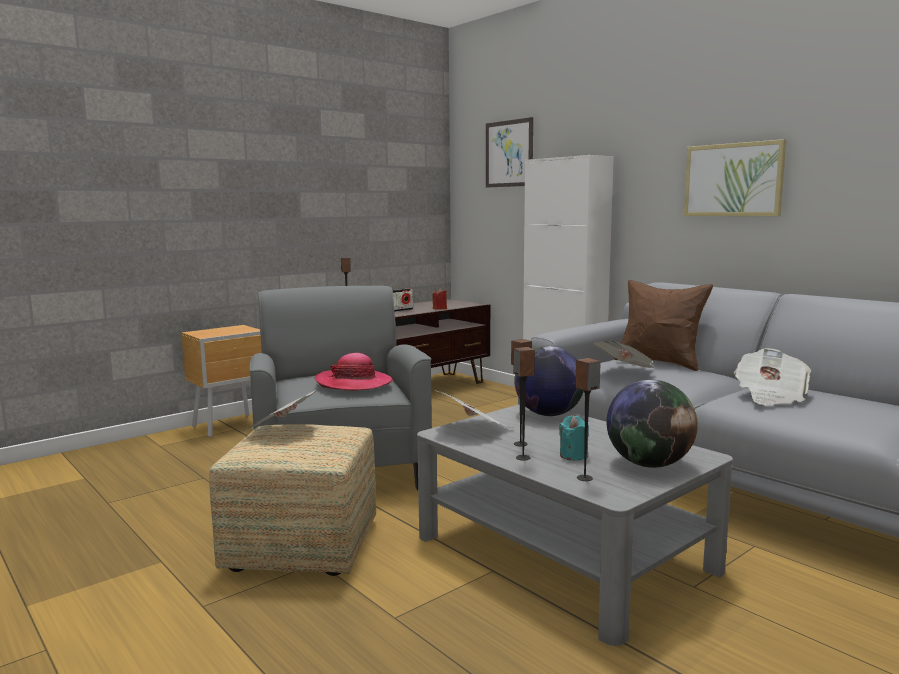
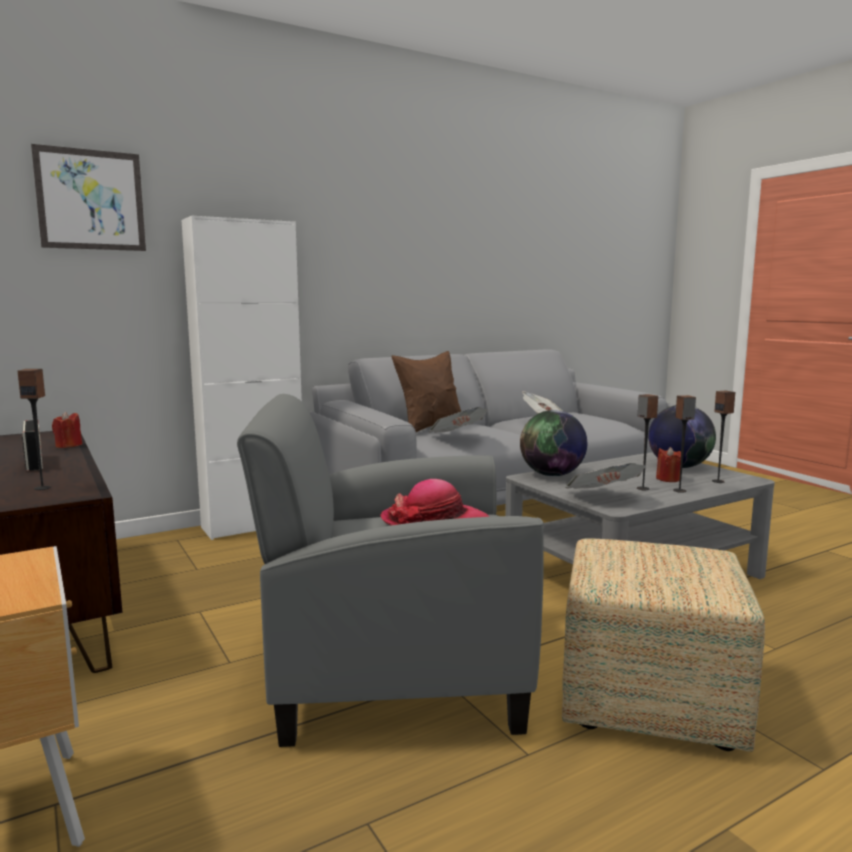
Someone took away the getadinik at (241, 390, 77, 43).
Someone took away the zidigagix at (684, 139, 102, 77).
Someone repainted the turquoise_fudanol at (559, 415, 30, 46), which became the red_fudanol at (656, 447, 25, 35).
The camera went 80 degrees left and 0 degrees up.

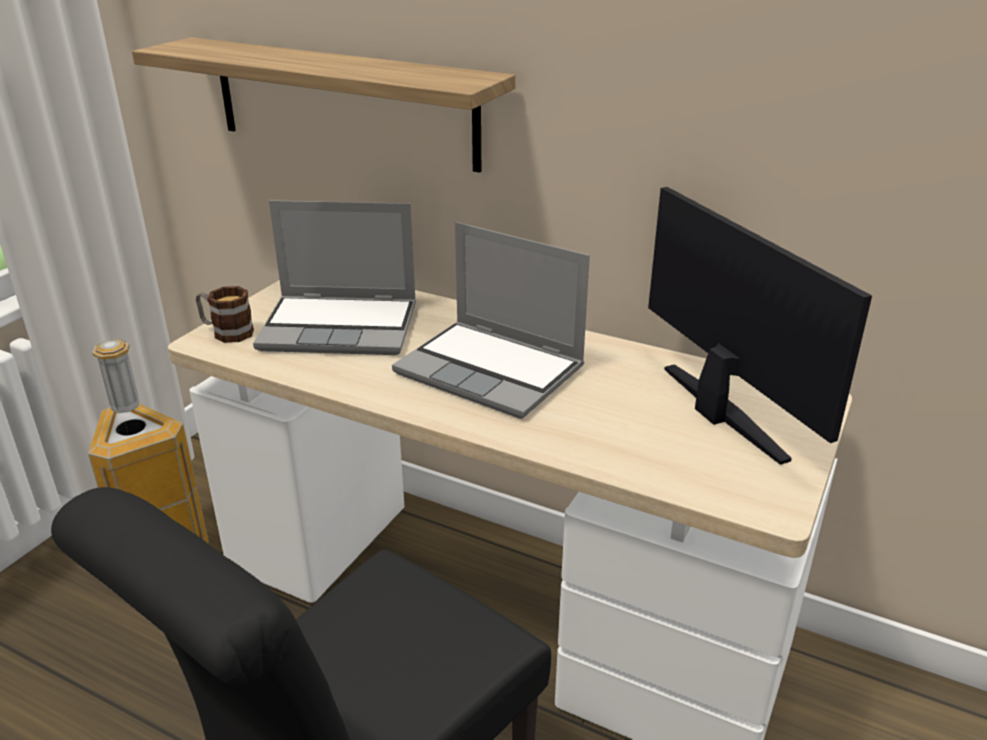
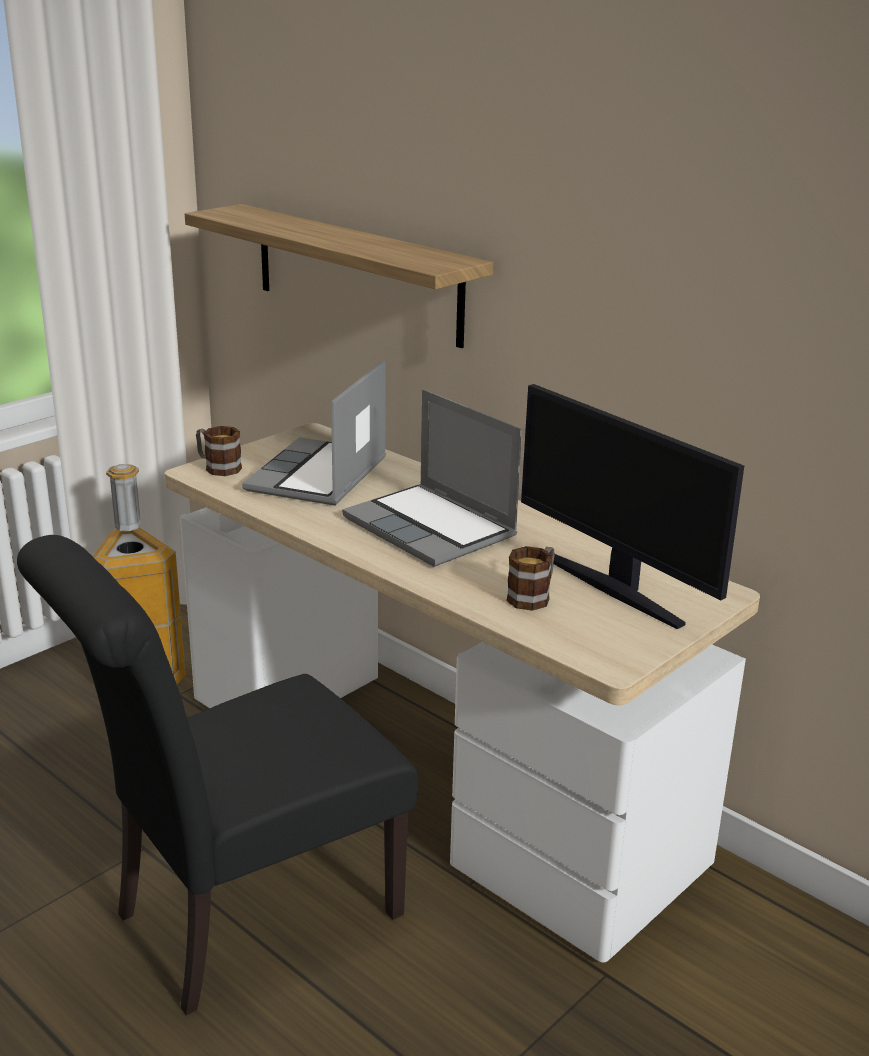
Someone put down the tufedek at (506, 546, 49, 65).
Someone rotated the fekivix at (253, 200, 163, 155) by 90 degrees clockwise.
Someone rotated the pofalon at (648, 187, 224, 278) by 150 degrees clockwise.
The camera went 15 degrees right and 5 degrees down.

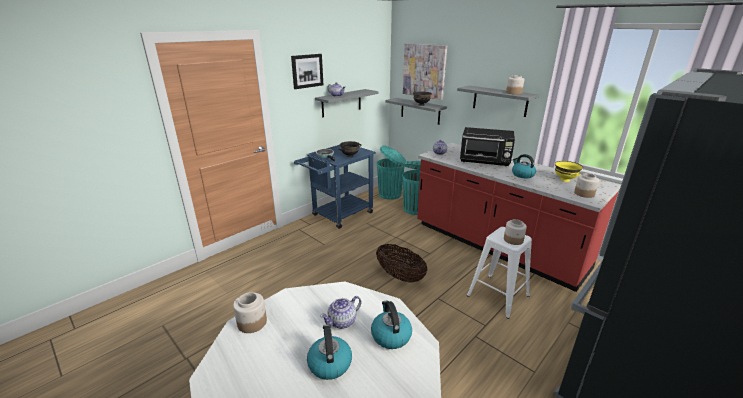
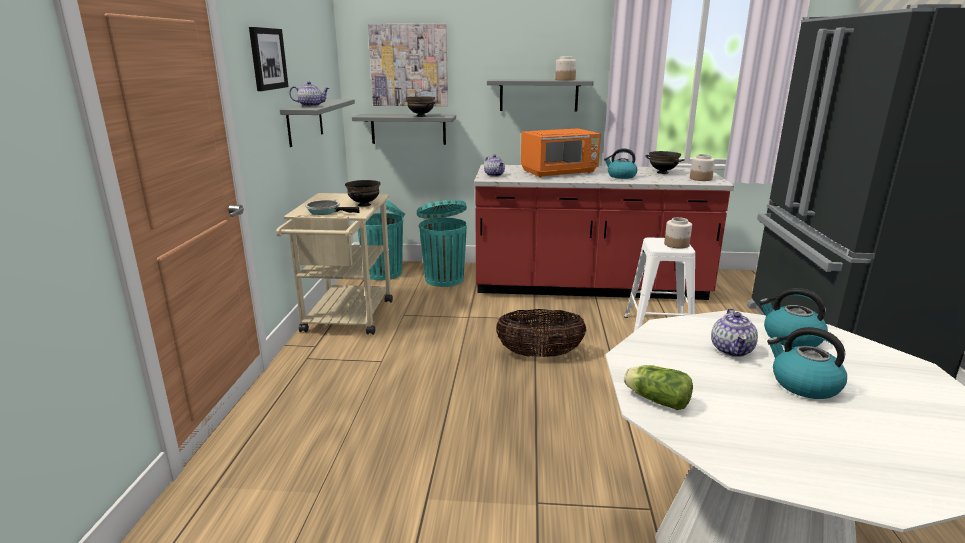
Someone swapped the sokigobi at (233, 292, 34, 41) for the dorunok at (624, 365, 69, 45).
Someone repainted the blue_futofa at (294, 145, 82, 84), which became the beige_futofa at (276, 193, 117, 142).
Someone repainted the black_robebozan at (460, 127, 55, 40), which became the orange_robebozan at (521, 128, 80, 50).
Someone repainted the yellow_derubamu at (555, 161, 28, 21), which became the black_derubamu at (645, 151, 40, 23).
The camera went 40 degrees left and 5 degrees down.

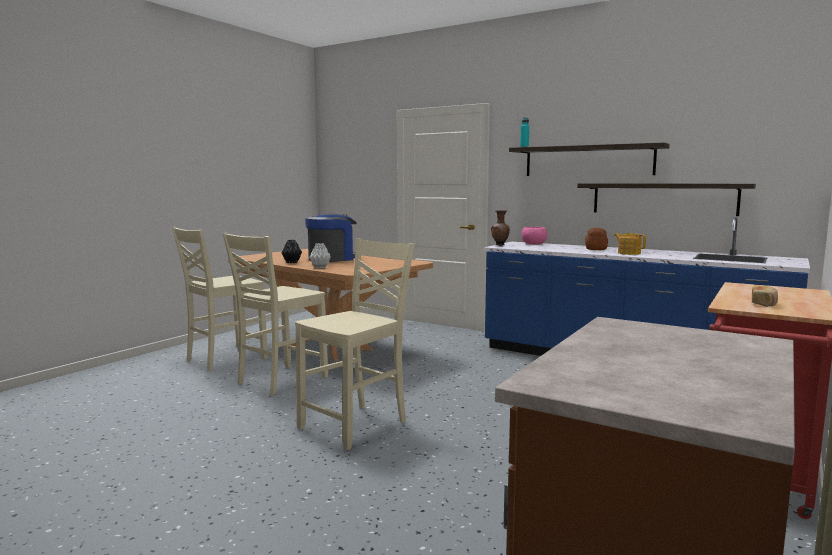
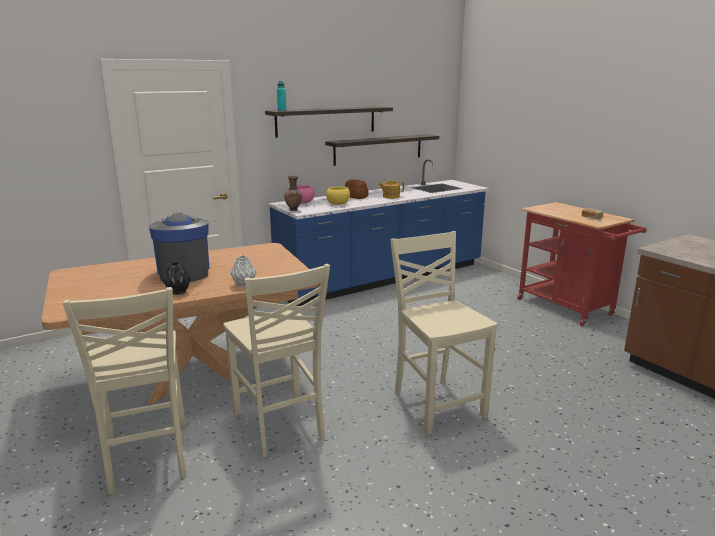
Someone put down the yellow_derubamu at (326, 187, 24, 18).
The camera went 65 degrees left and 10 degrees up.

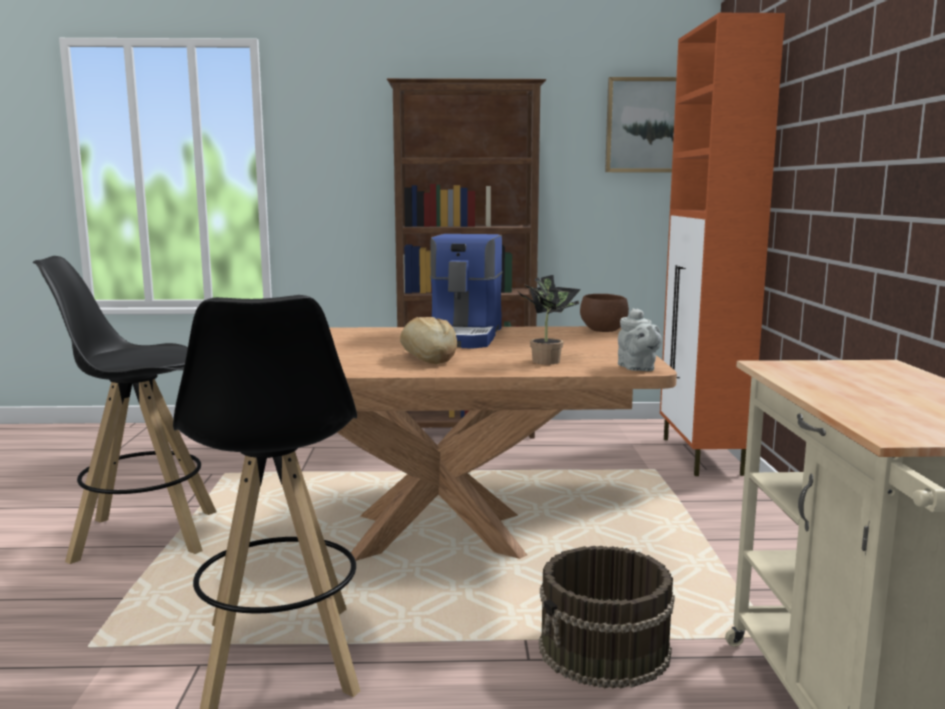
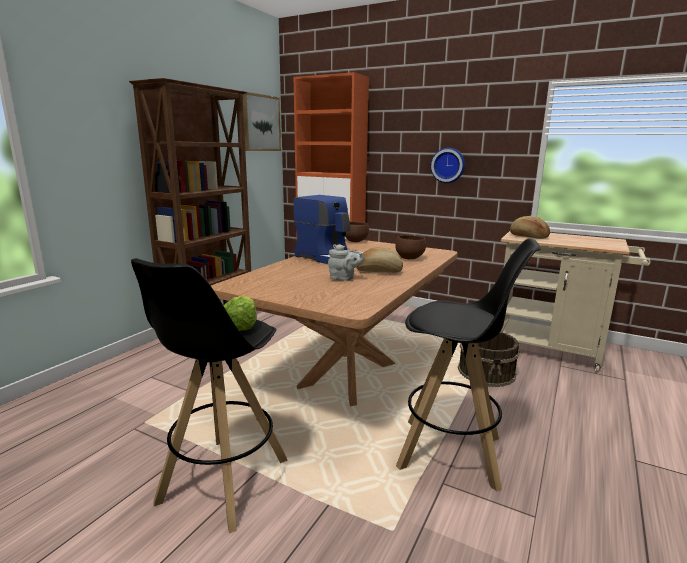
Someone put down the dorunok at (224, 296, 33, 35).
Someone put up the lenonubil at (431, 147, 34, 36).
Someone put down the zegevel at (510, 216, 40, 23).
Someone carried the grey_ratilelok from (618, 308, 44, 63) to (328, 244, 37, 37).
Someone swapped the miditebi at (519, 275, 62, 89) for the brown_derubamu at (395, 235, 31, 24).
The camera went 60 degrees left and 5 degrees up.

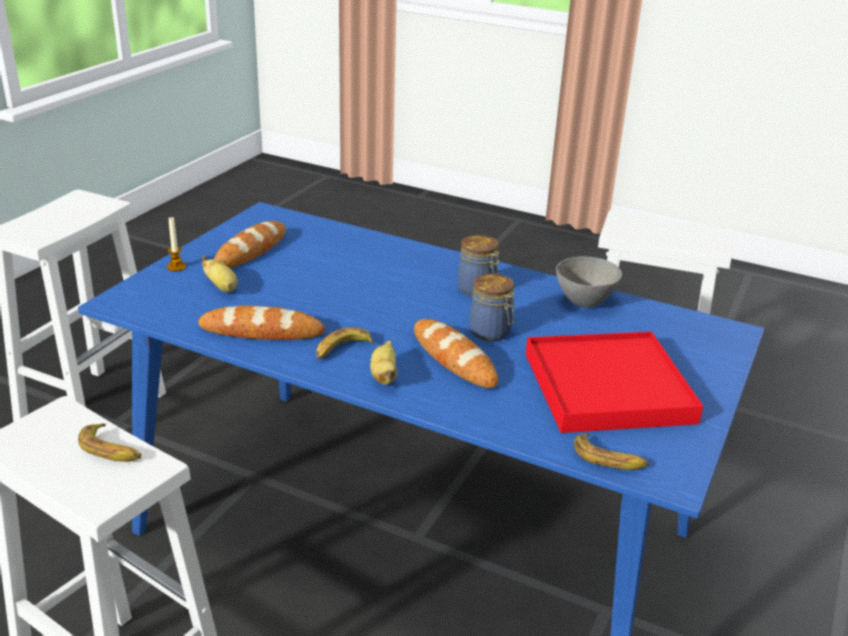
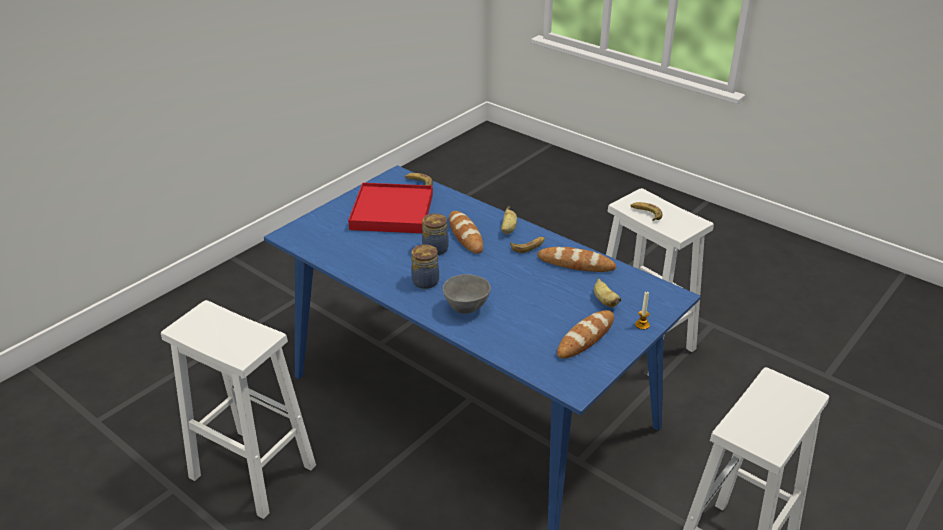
Someone carried the grey_derubamu from (556, 256, 66, 52) to (443, 274, 48, 40).
The camera went 165 degrees left and 5 degrees up.

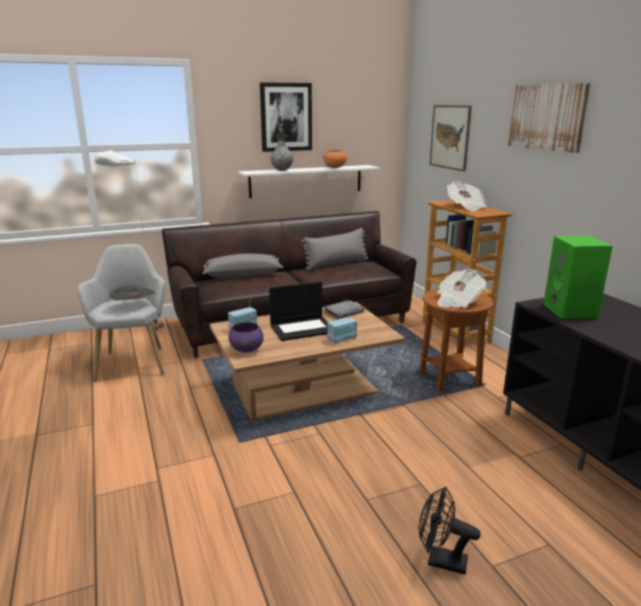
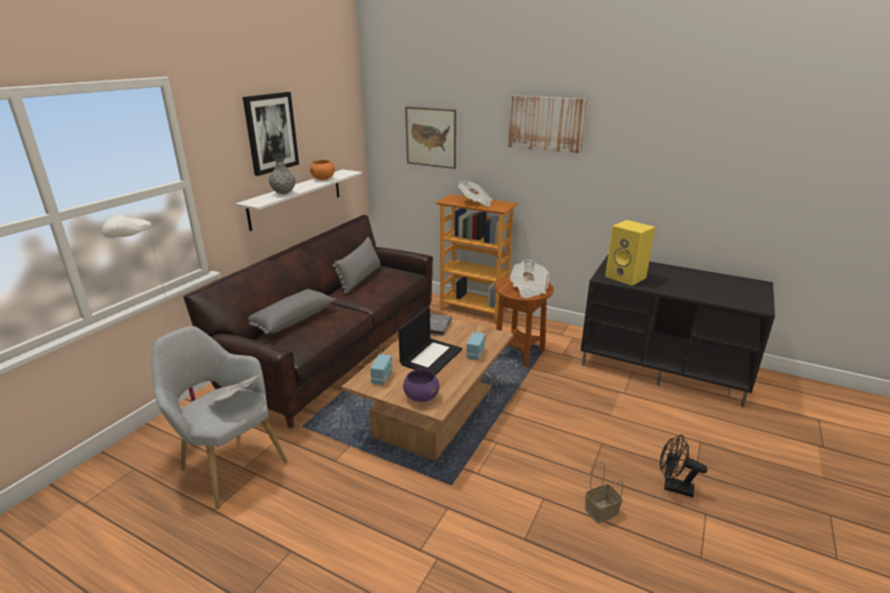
Someone put down the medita at (585, 462, 38, 61).
Someone repainted the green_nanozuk at (543, 235, 70, 84), which became the yellow_nanozuk at (605, 220, 50, 66).
Someone rotated the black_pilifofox at (419, 487, 62, 88) by 45 degrees clockwise.
The camera went 40 degrees left and 5 degrees up.

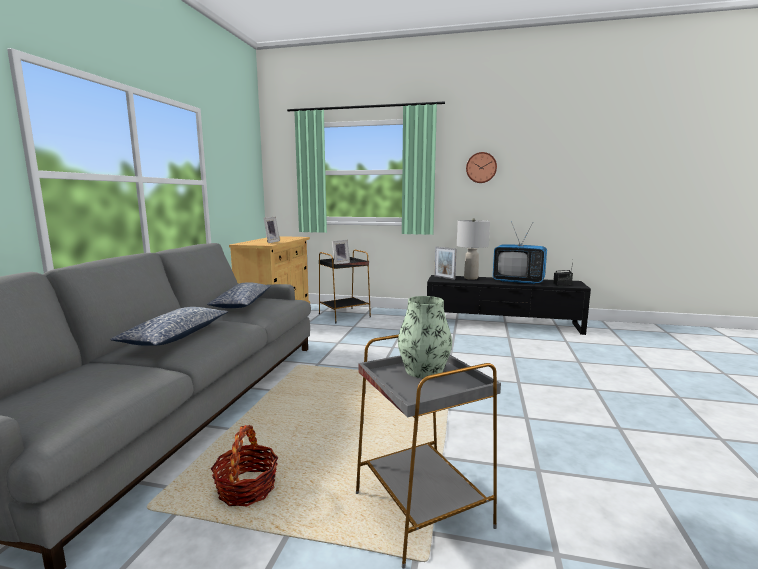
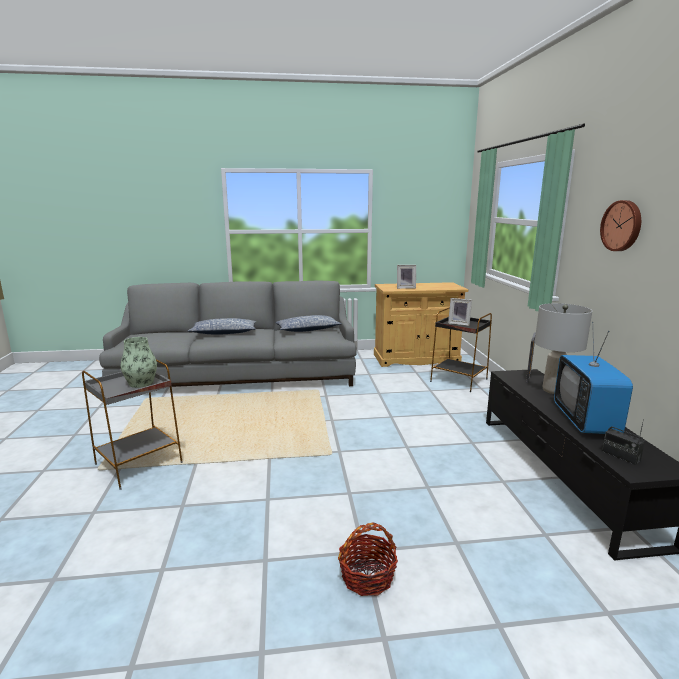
Someone carried the medita from (211, 425, 67, 81) to (338, 522, 60, 74).
The camera went 70 degrees right and 5 degrees up.

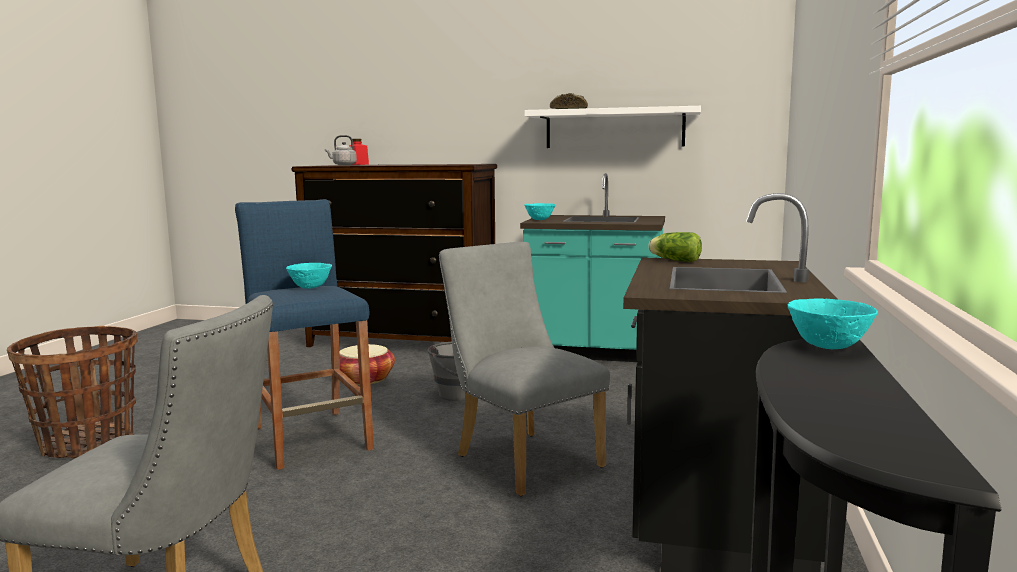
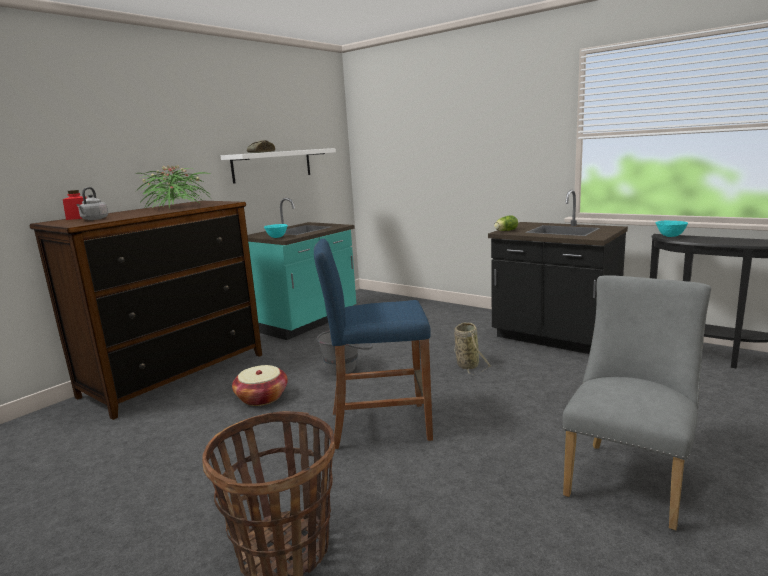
Someone took away the turquoise_derubamu at (286, 263, 46, 26).
Someone put down the miditebi at (135, 165, 77, 44).
Someone swapped the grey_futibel at (439, 242, 171, 254) for the medita at (454, 322, 37, 53).
The camera went 65 degrees left and 5 degrees up.

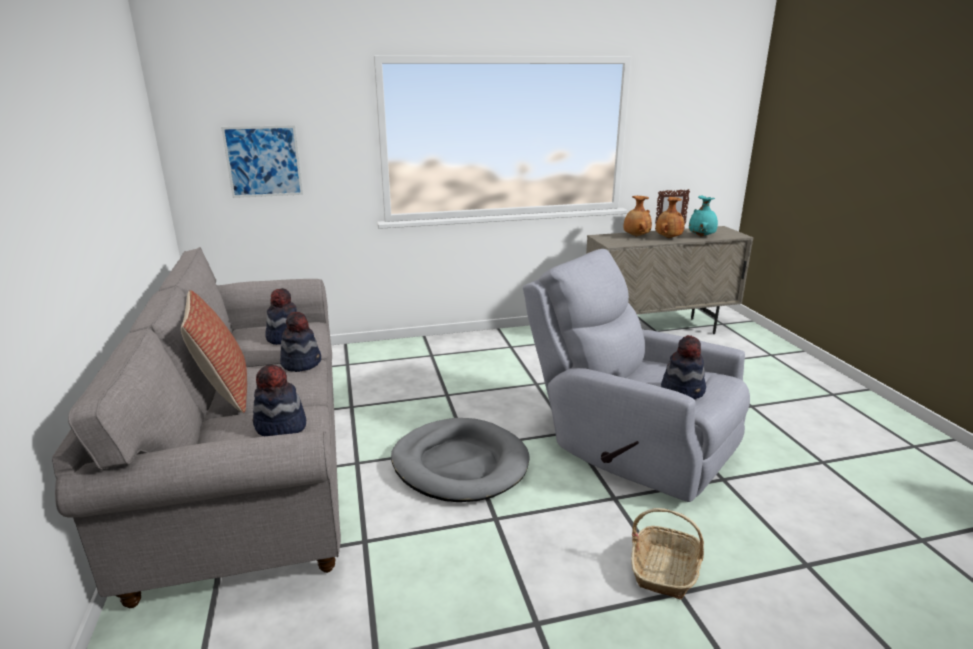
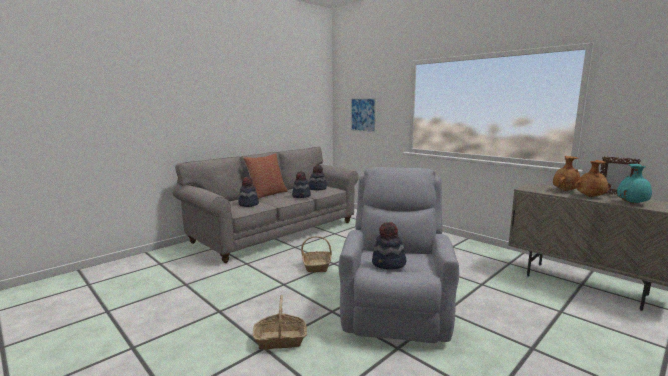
Someone swapped the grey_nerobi at (391, 418, 138, 84) for the medita at (301, 236, 31, 36).
The camera went 60 degrees right and 10 degrees down.

